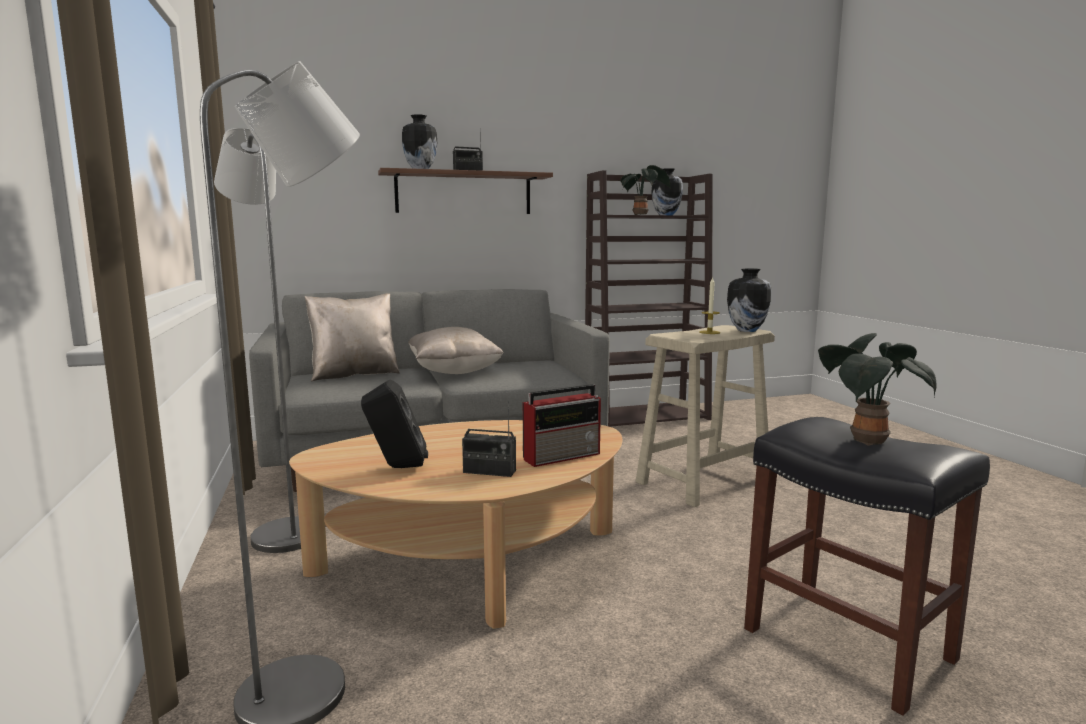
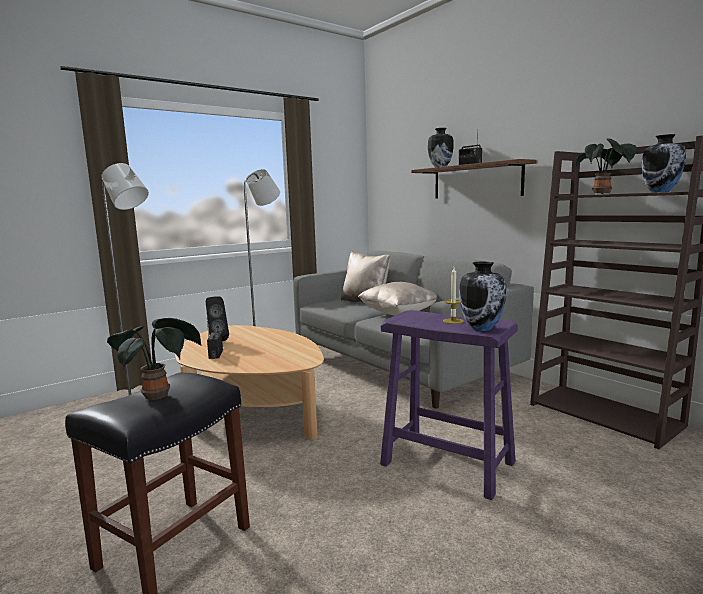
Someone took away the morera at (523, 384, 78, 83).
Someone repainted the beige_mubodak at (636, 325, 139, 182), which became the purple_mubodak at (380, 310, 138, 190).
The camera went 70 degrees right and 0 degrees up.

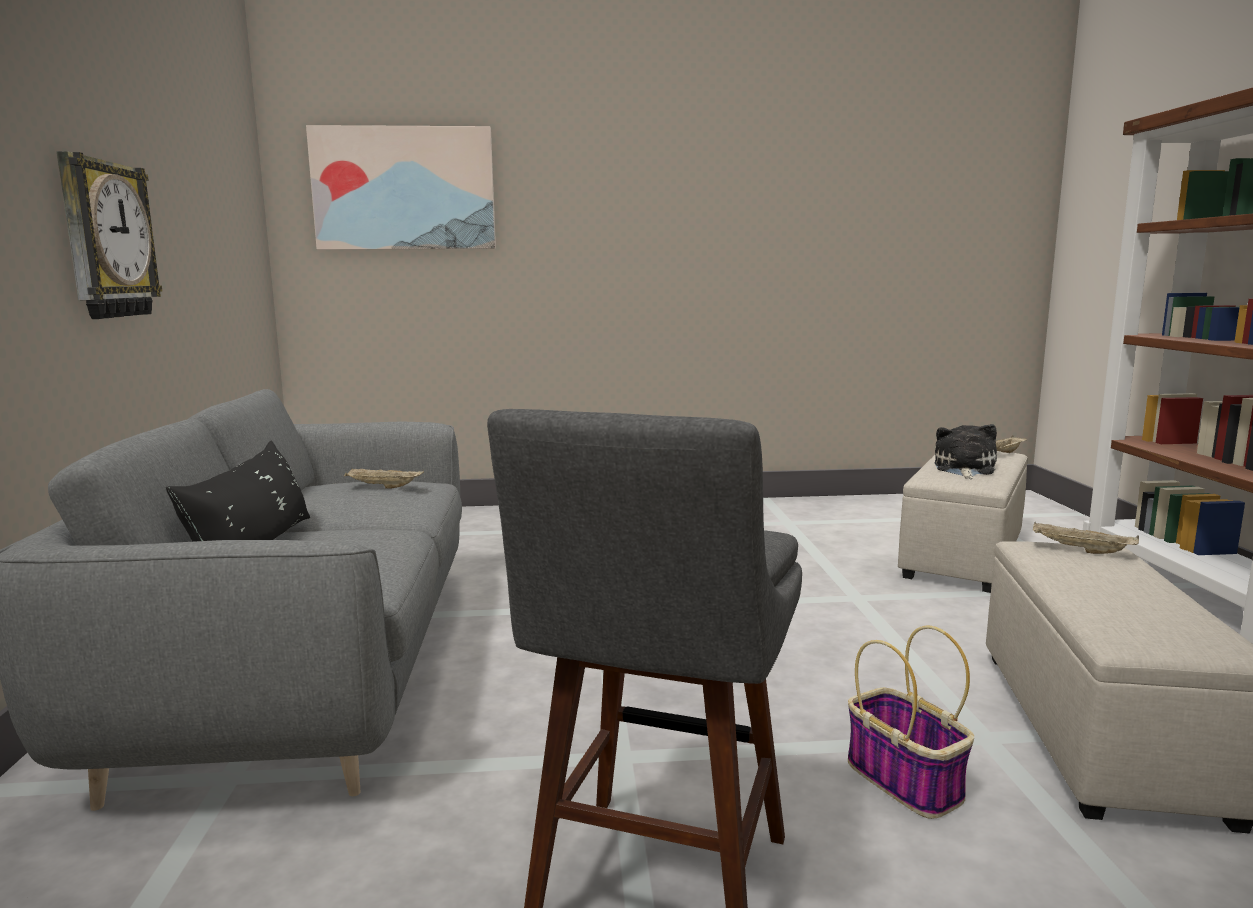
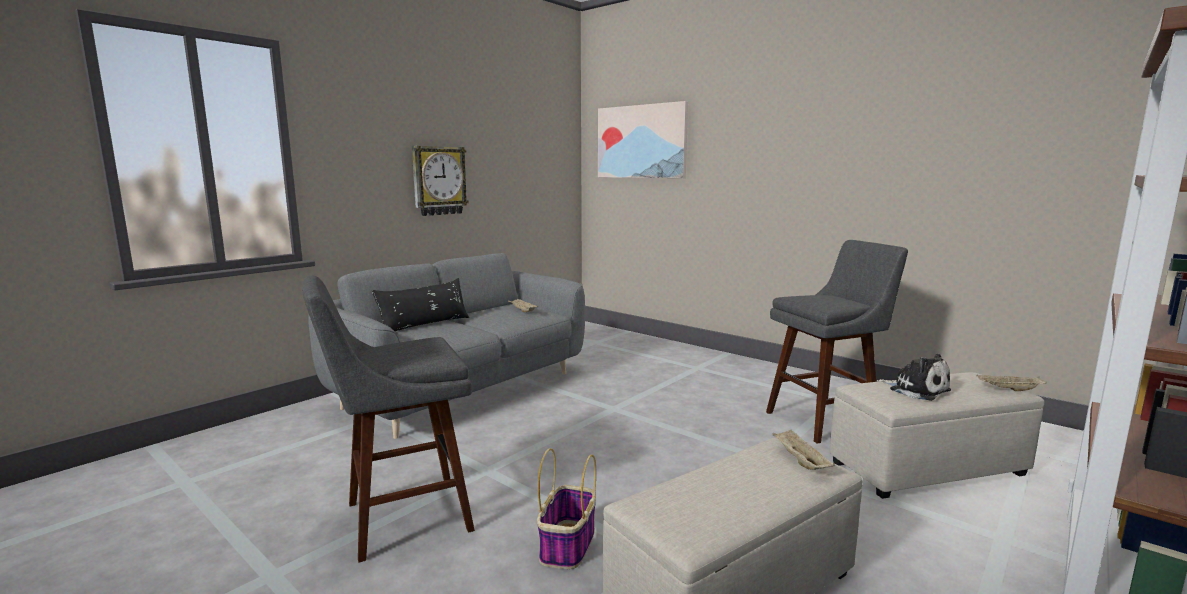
Someone put down the grey_mubodak at (766, 240, 142, 204).
Someone rotated the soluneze at (935, 424, 62, 55) by 75 degrees clockwise.
The camera went 45 degrees right and 0 degrees up.

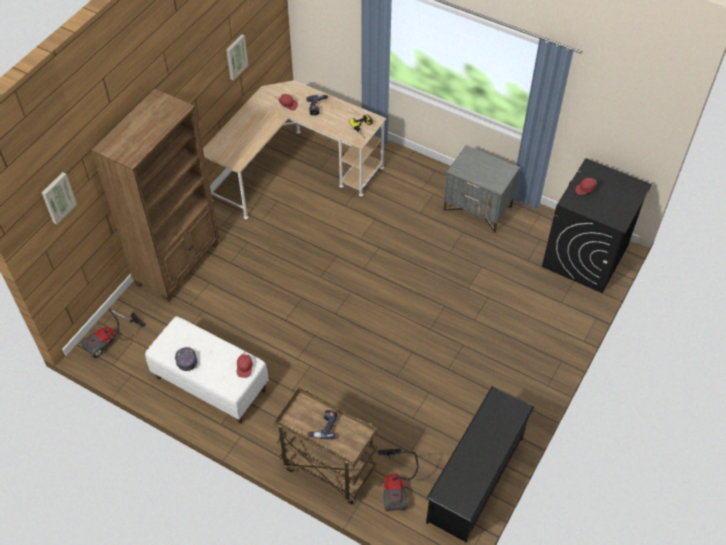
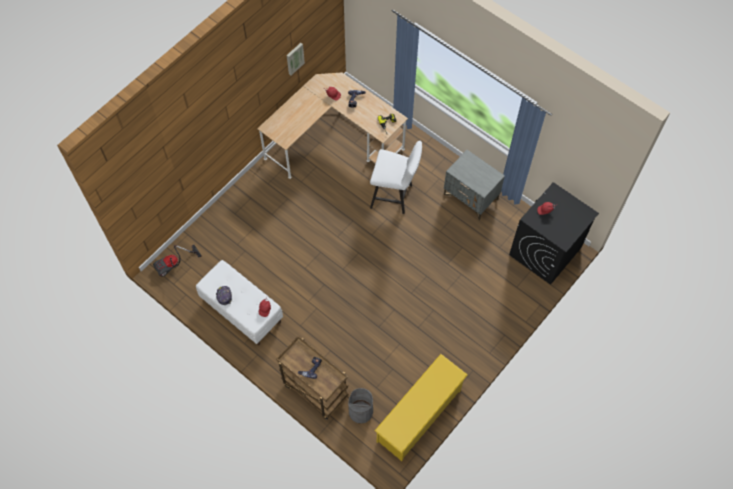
Someone took away the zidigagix at (42, 172, 35, 53).
Someone took away the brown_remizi at (91, 88, 128, 214).
Someone put down the white_mubodak at (370, 141, 52, 73).
Someone swapped the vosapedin at (378, 448, 41, 64) for the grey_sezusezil at (348, 388, 25, 36).
Someone repainted the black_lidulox at (426, 386, 108, 157), which became the yellow_lidulox at (375, 354, 93, 107).
The camera went 10 degrees right and 10 degrees up.

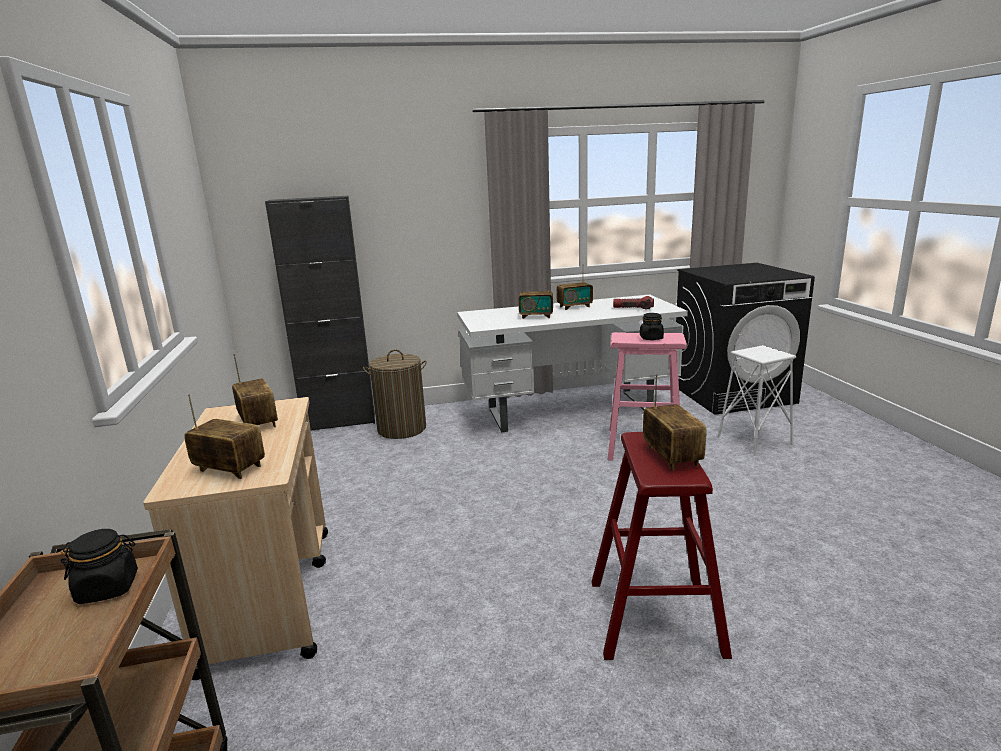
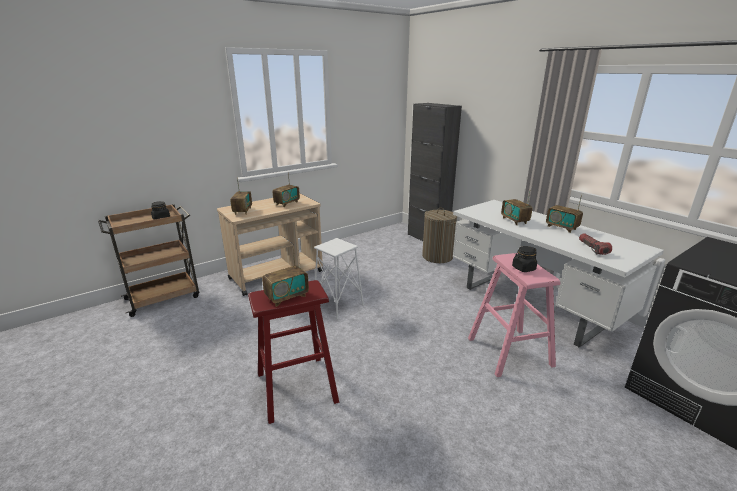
Someone carried the white_mubodak from (718, 345, 78, 110) to (314, 238, 50, 81).
The camera went 65 degrees right and 5 degrees up.

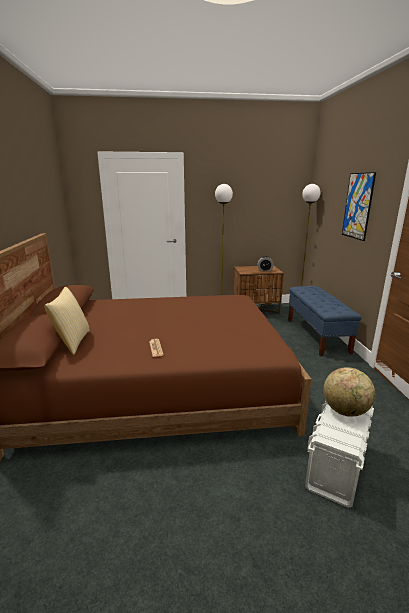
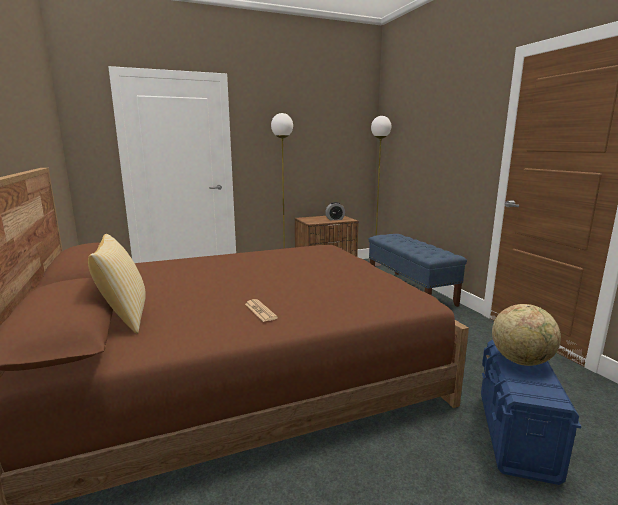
Someone took away the zidigagix at (342, 172, 34, 69).
Someone repainted the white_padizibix at (305, 399, 69, 109), which became the blue_padizibix at (481, 340, 100, 145).
The camera went 15 degrees left and 5 degrees down.

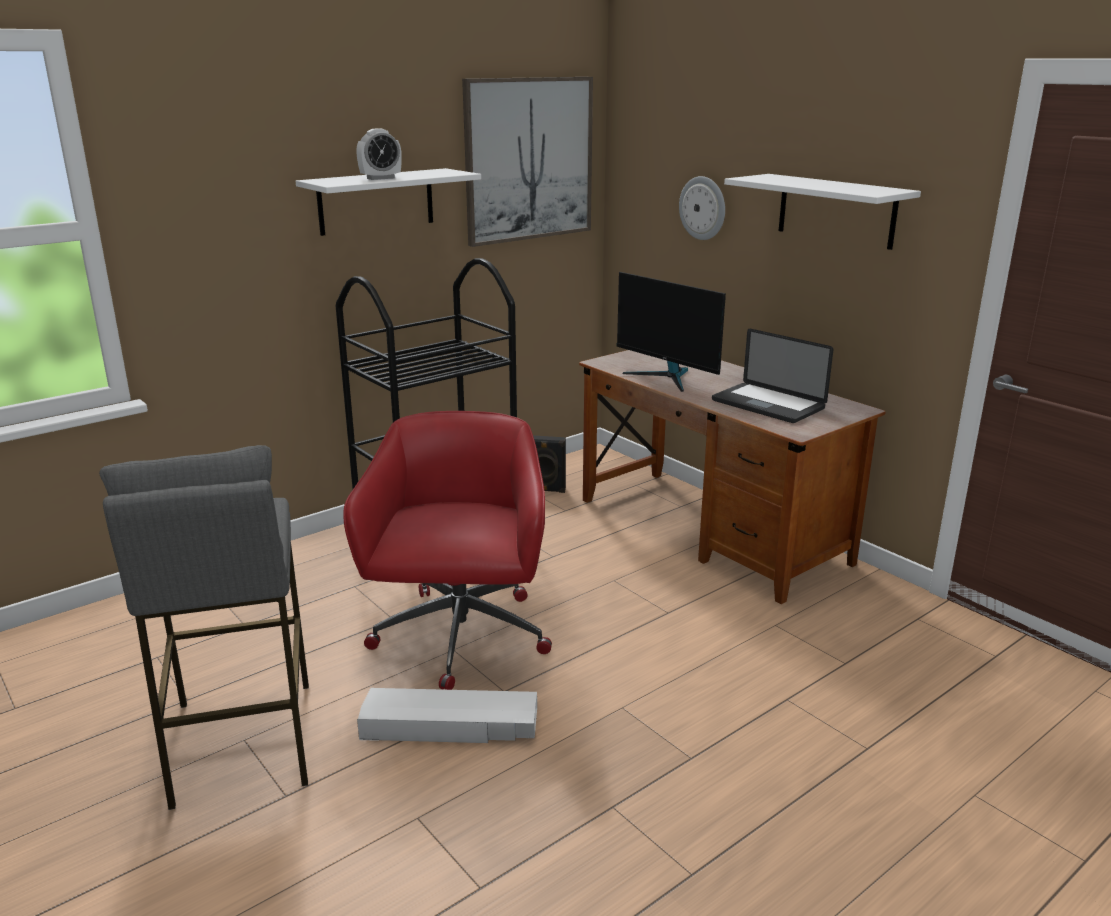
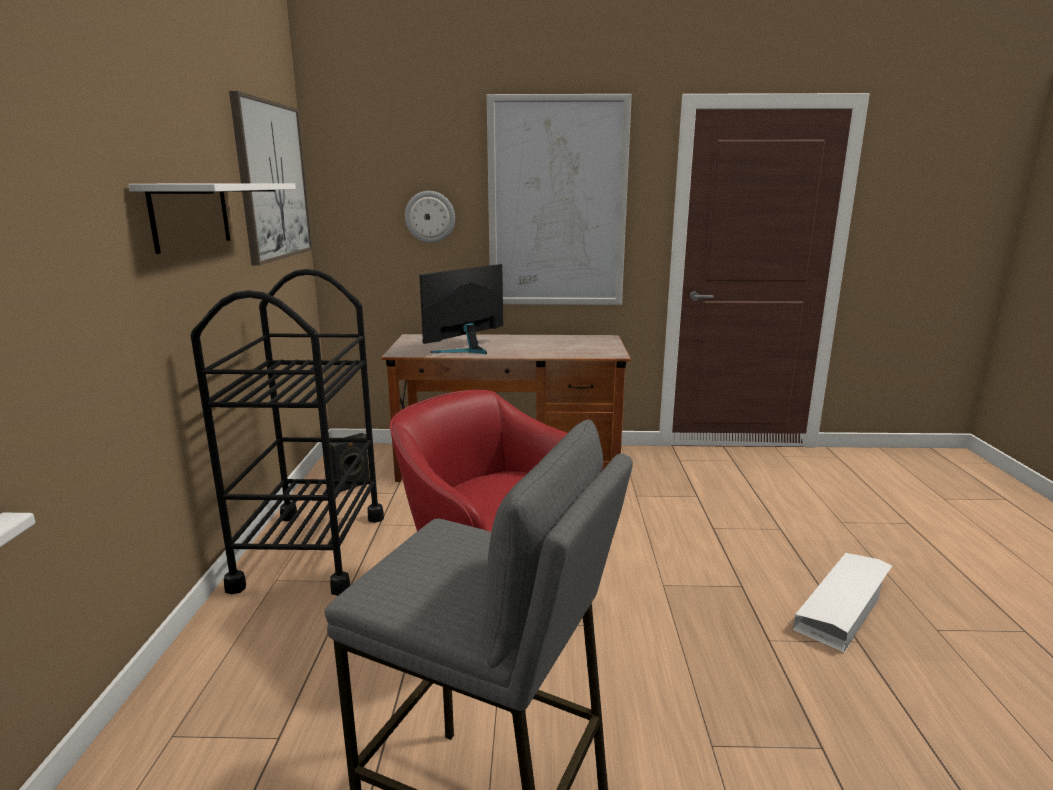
Someone took away the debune at (356, 128, 46, 52).
Someone took away the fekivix at (712, 329, 121, 94).
Someone carried the white_padizibix from (357, 688, 180, 55) to (793, 553, 99, 100).
Someone swapped the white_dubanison at (724, 174, 197, 76) for the zidigagix at (487, 94, 145, 211).
Someone rotated the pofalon at (617, 272, 109, 120) by 135 degrees clockwise.
The camera went 50 degrees left and 5 degrees down.

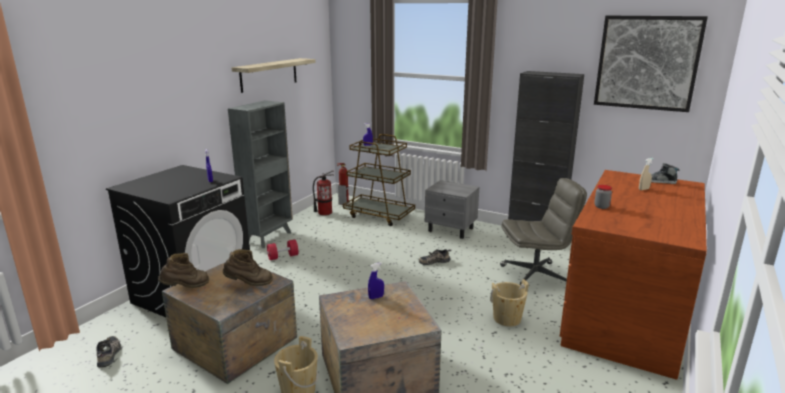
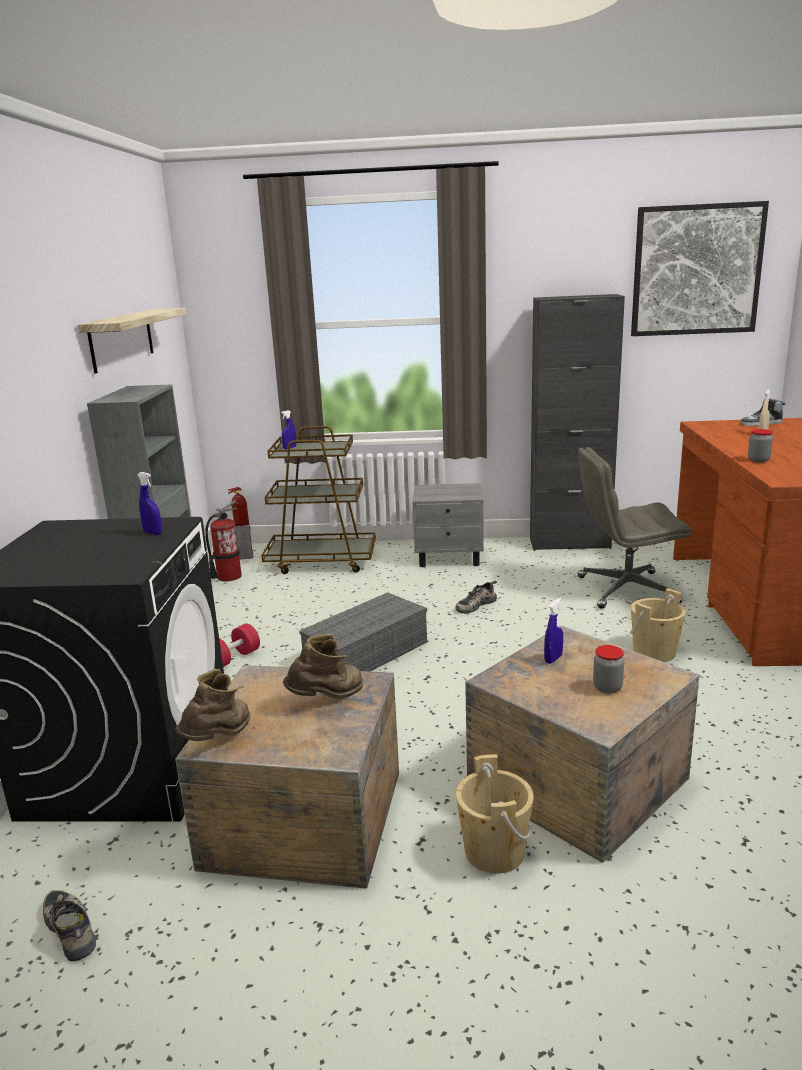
Someone put down the grey_padizibix at (299, 592, 128, 79).
Someone put down the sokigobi at (593, 645, 31, 49).
Someone rotated the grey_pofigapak at (500, 178, 87, 107) by 150 degrees counterclockwise.
The camera went 25 degrees left and 0 degrees up.

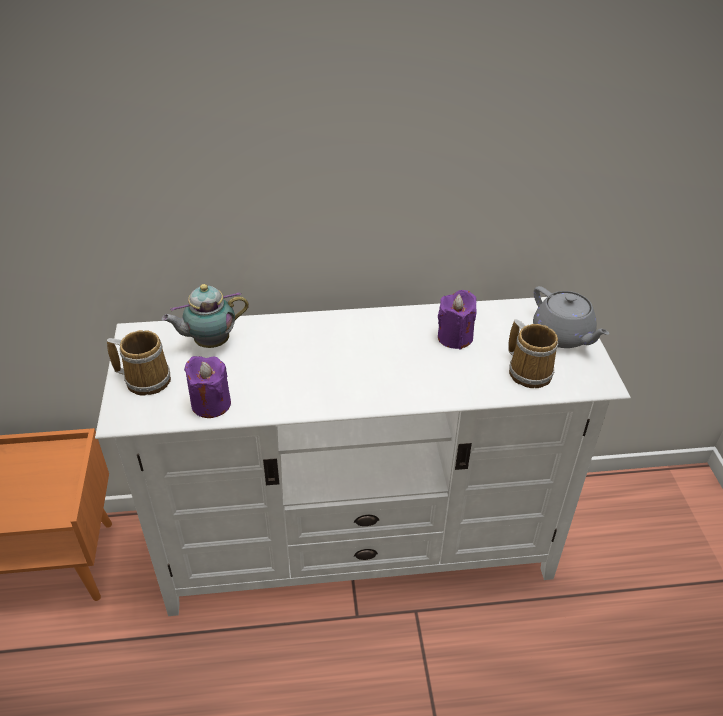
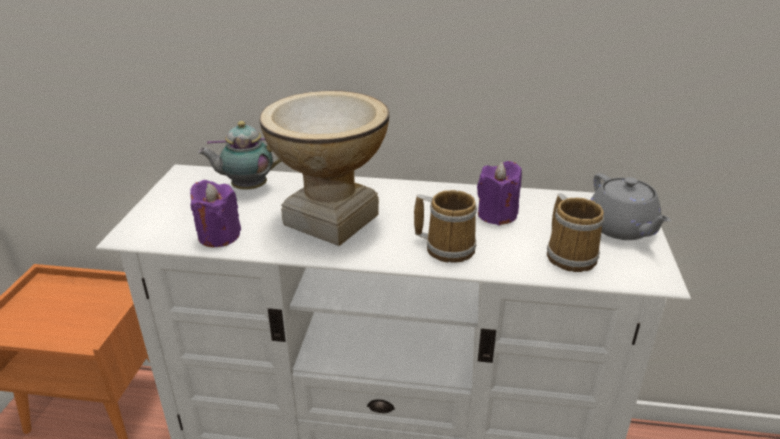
Someone put down the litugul at (260, 91, 129, 155).
Someone carried the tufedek from (107, 330, 64, 66) to (414, 190, 63, 72).
The camera went 15 degrees right and 10 degrees down.

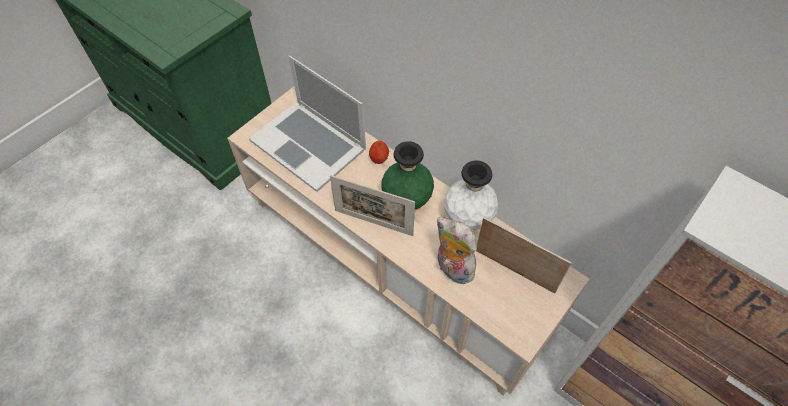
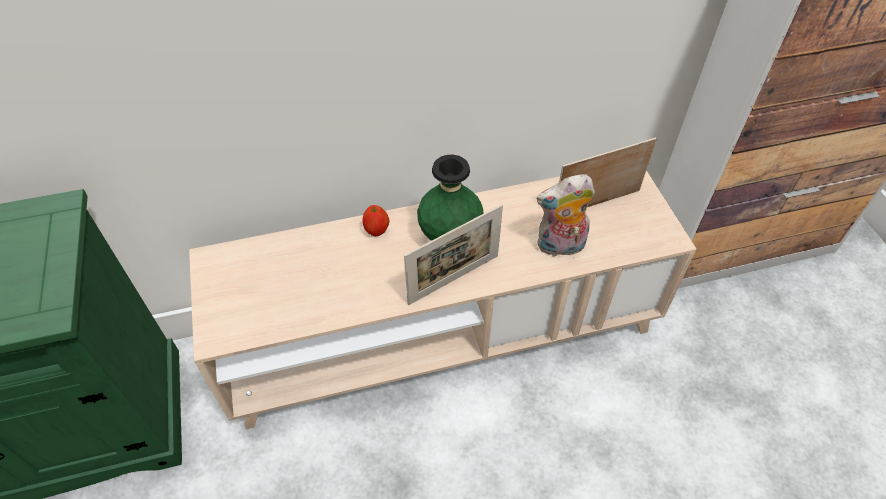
Someone took away the fekivix at (249, 56, 117, 136).
Someone took away the white_litugul at (444, 160, 54, 70).
The camera went 55 degrees left and 5 degrees down.

